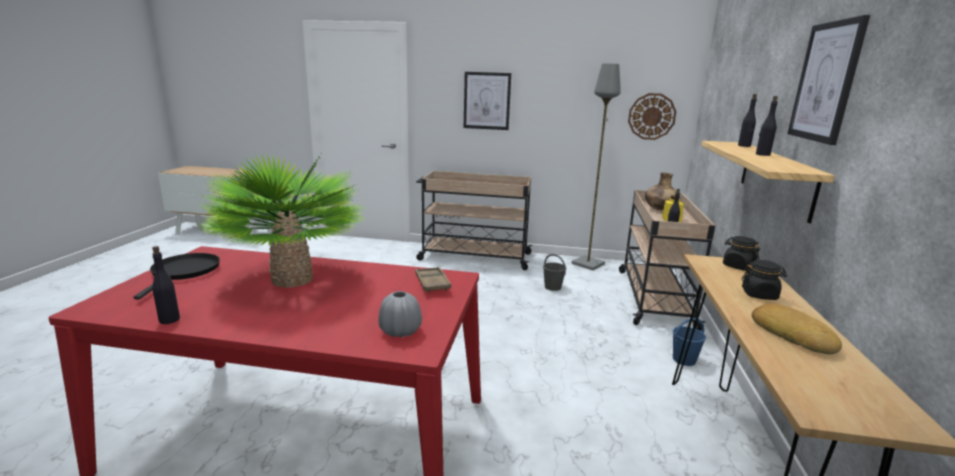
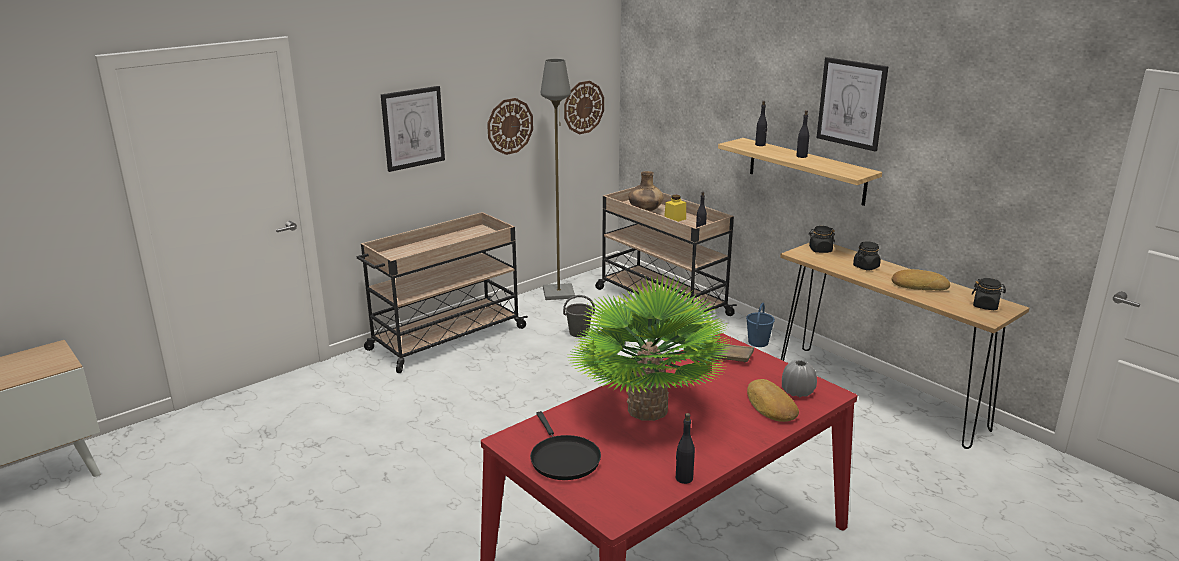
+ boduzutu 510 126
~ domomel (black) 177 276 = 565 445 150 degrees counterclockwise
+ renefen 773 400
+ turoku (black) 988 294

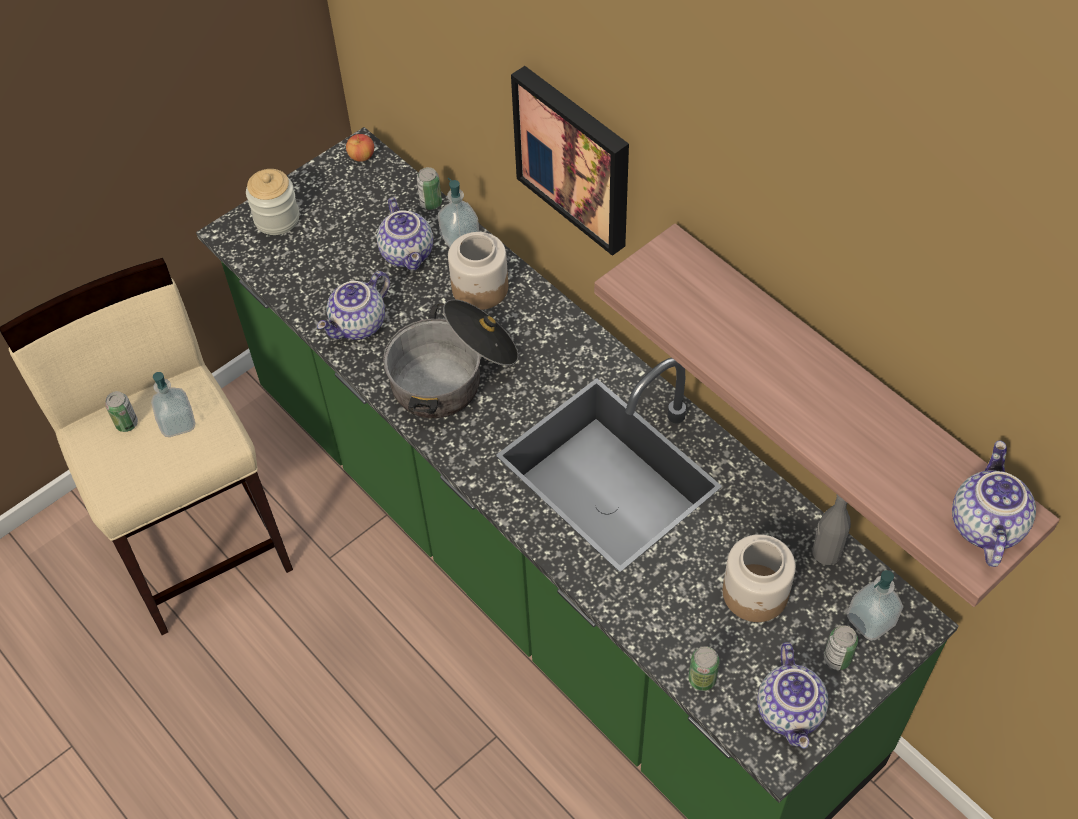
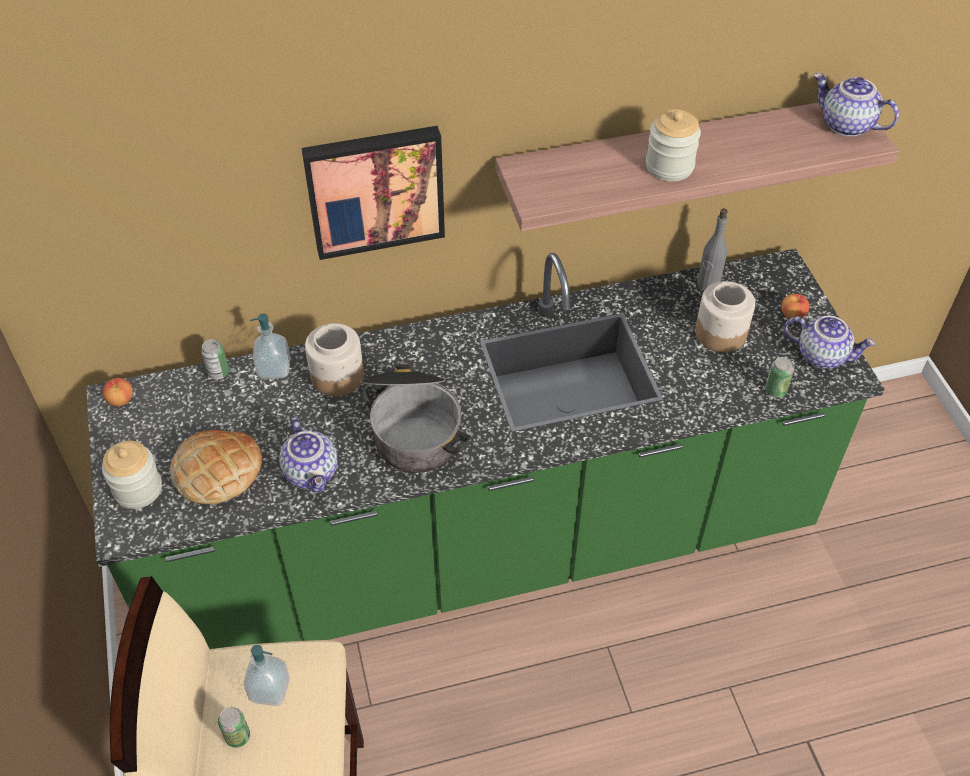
+ renefen 216 467
+ turoku 673 145
~ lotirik 841 647 to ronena 795 306
- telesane 405 233
- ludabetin 875 605

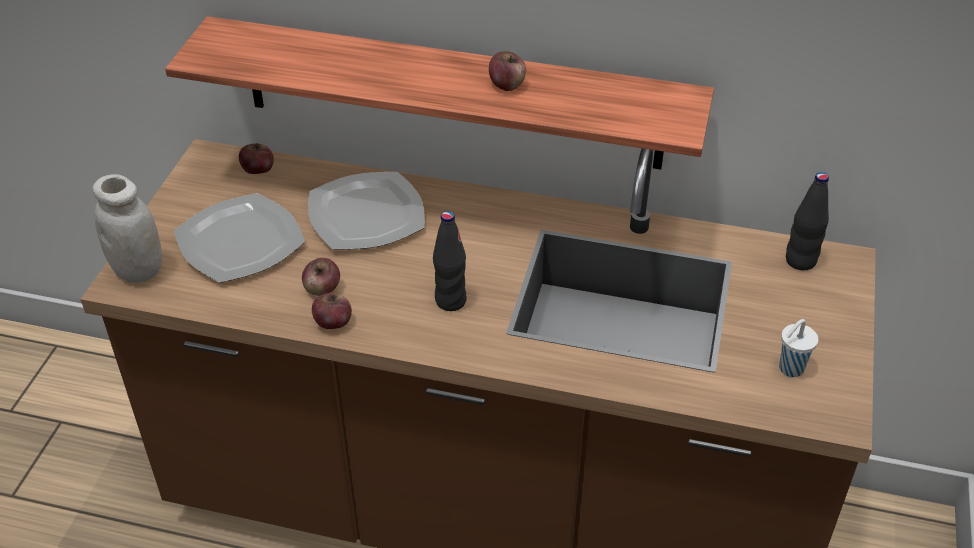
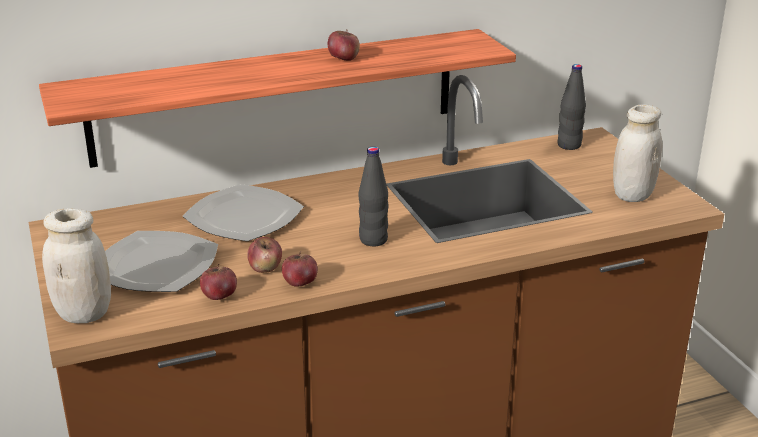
~ ronena 256 158 to 218 282
~ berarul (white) 798 348 to turoku (white) 637 153

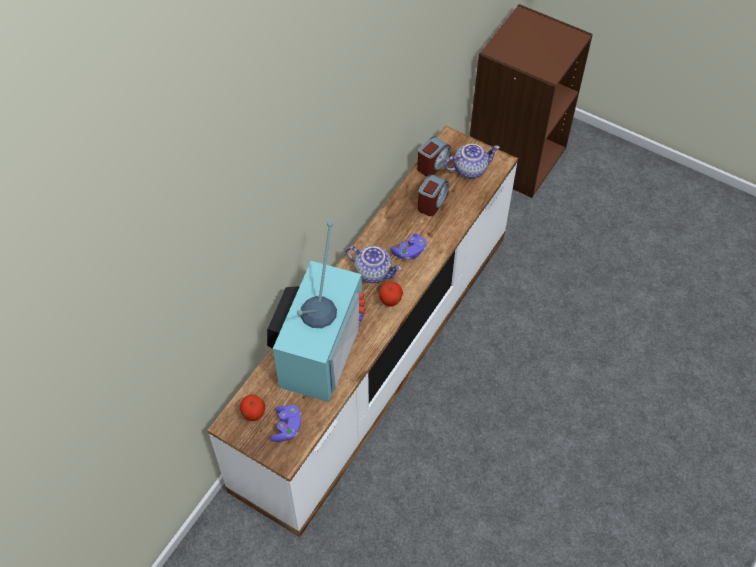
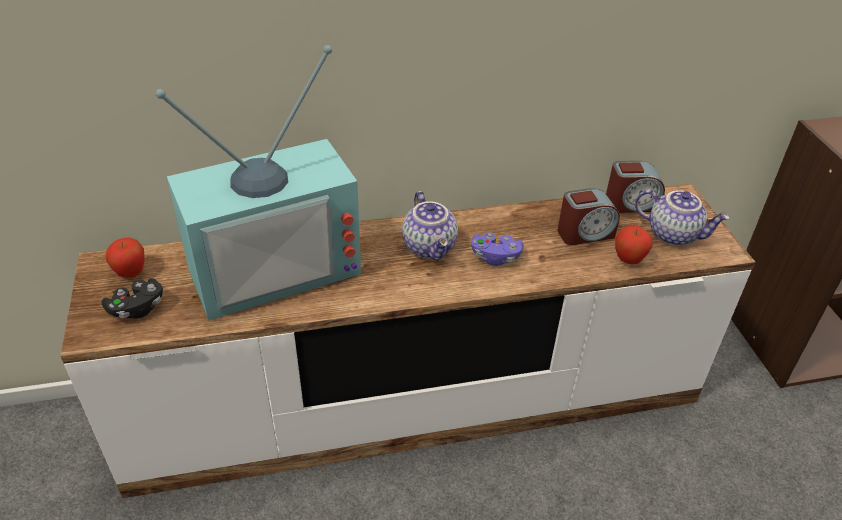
~ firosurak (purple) 285 423 to firosurak (black) 132 298
~ ronena 391 294 to 634 245

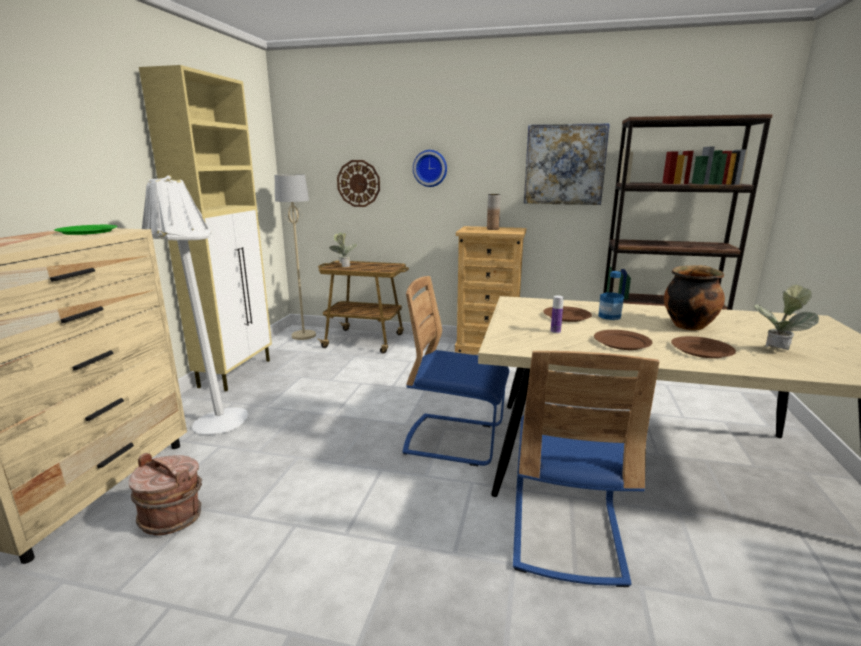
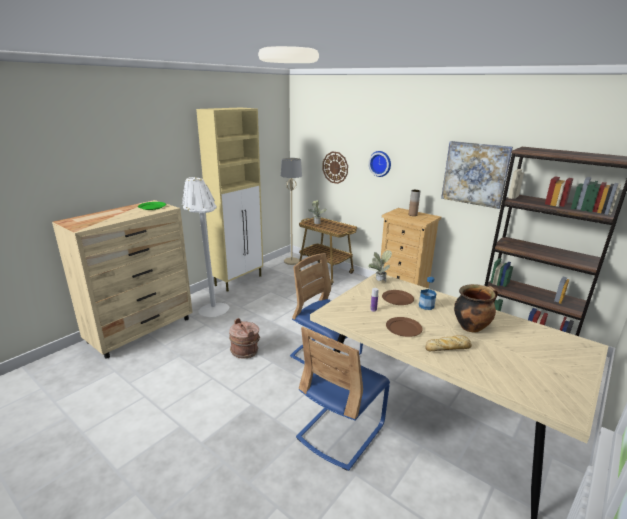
~ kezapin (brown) 165 494 to 244 338
~ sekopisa 786 317 to 380 266
~ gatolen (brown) 703 347 to renefen 448 343

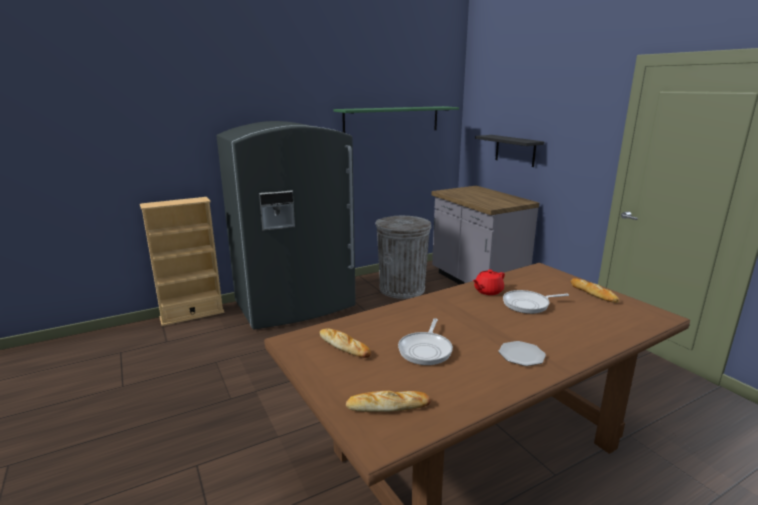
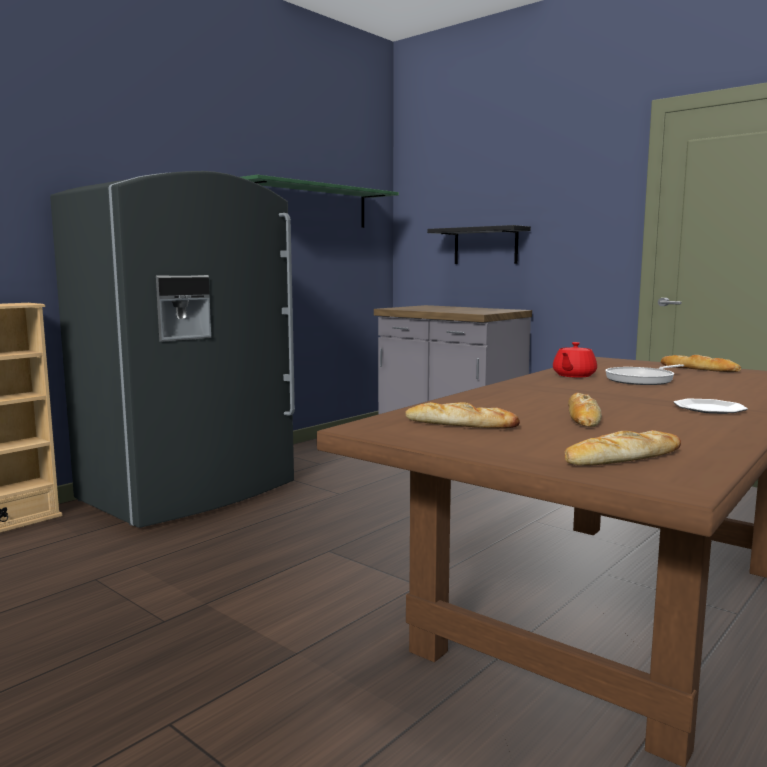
~ domomel 425 341 to renefen 585 410
- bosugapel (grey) 403 257

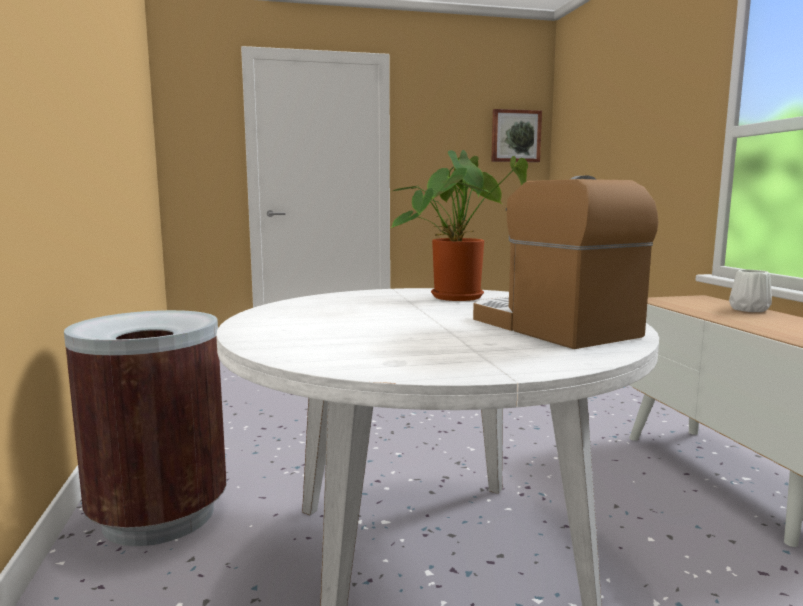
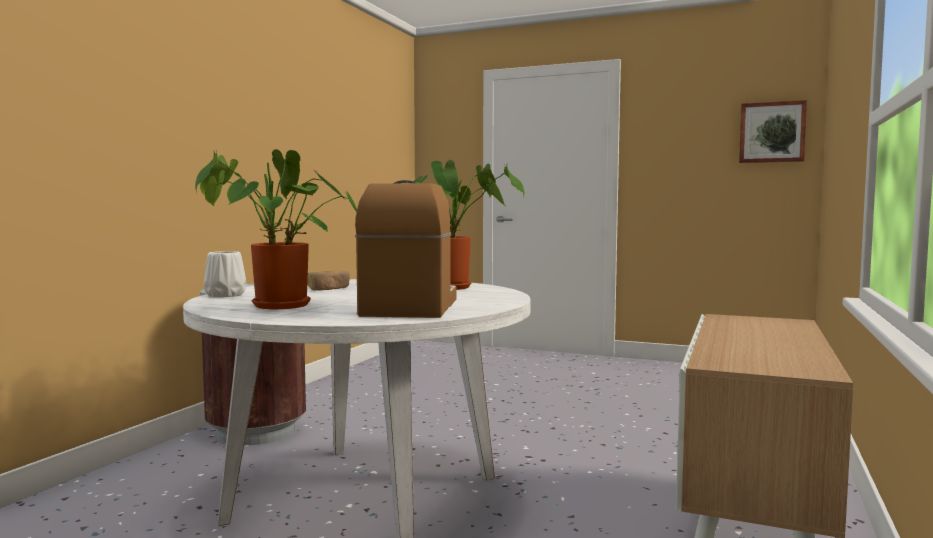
+ sekopisa 276 229
~ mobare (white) 750 291 to 225 274
+ renefen 328 280

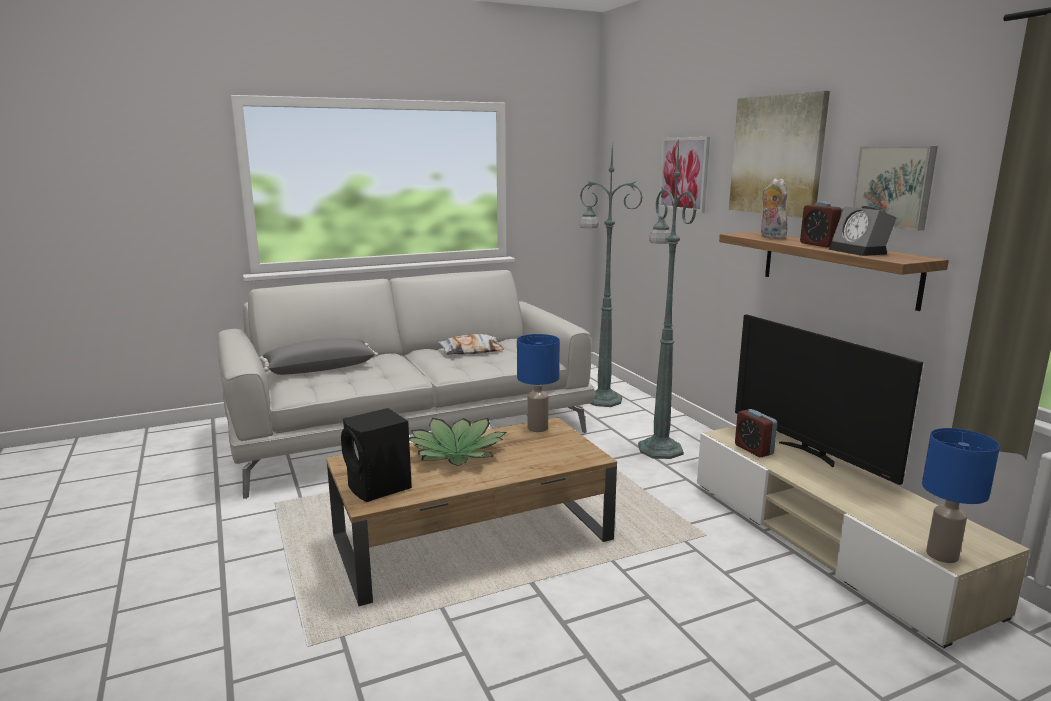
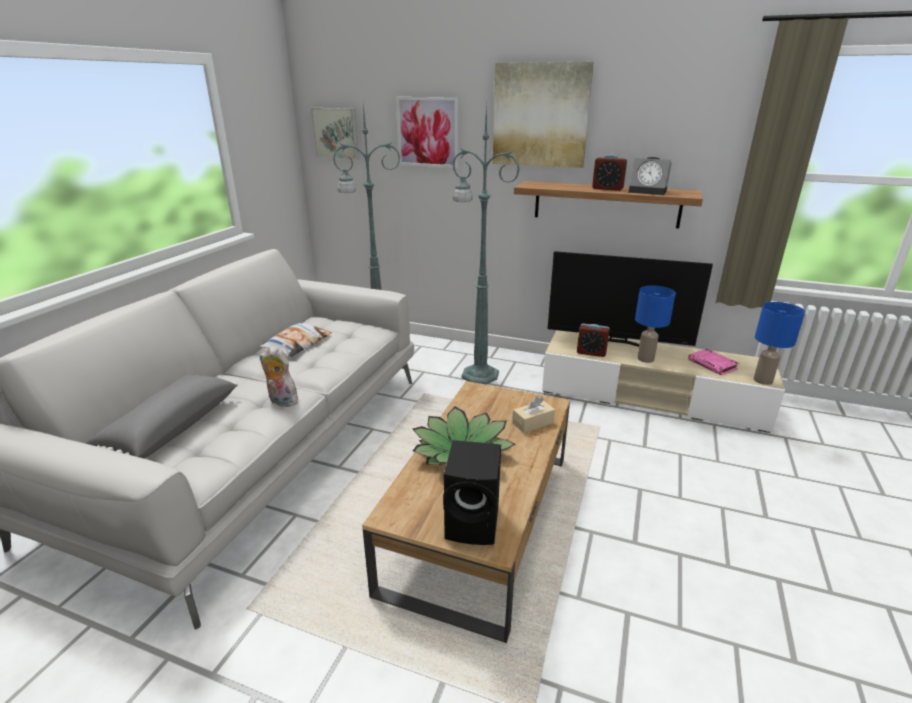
~ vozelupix 774 208 to 278 376
~ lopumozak 895 188 to 335 134
+ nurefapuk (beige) 533 414
~ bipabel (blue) 538 383 to 655 324
+ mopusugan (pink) 713 362

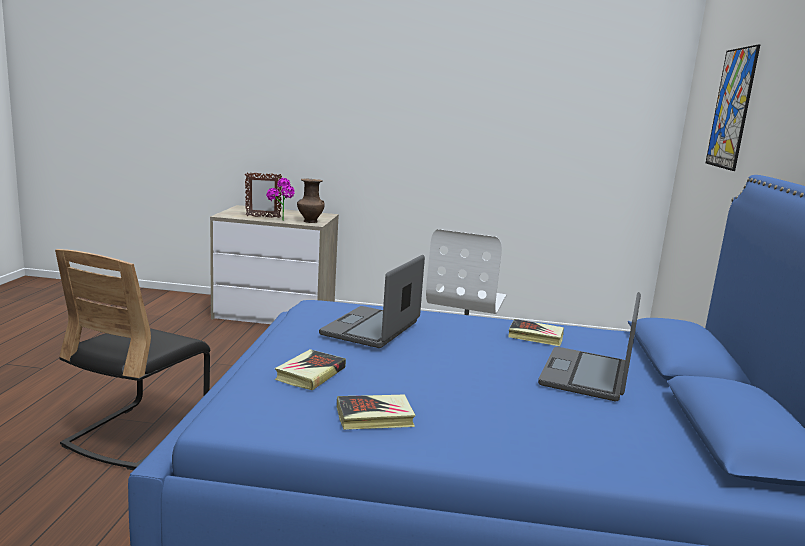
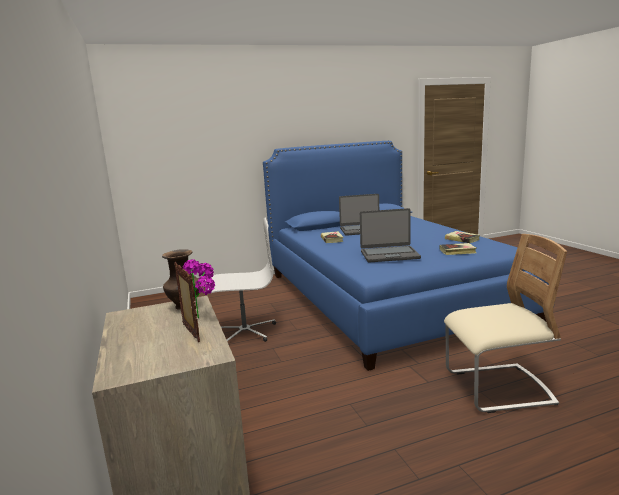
~ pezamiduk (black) 132 359 to pezamiduk (beige) 505 323
- lopumozak 733 108

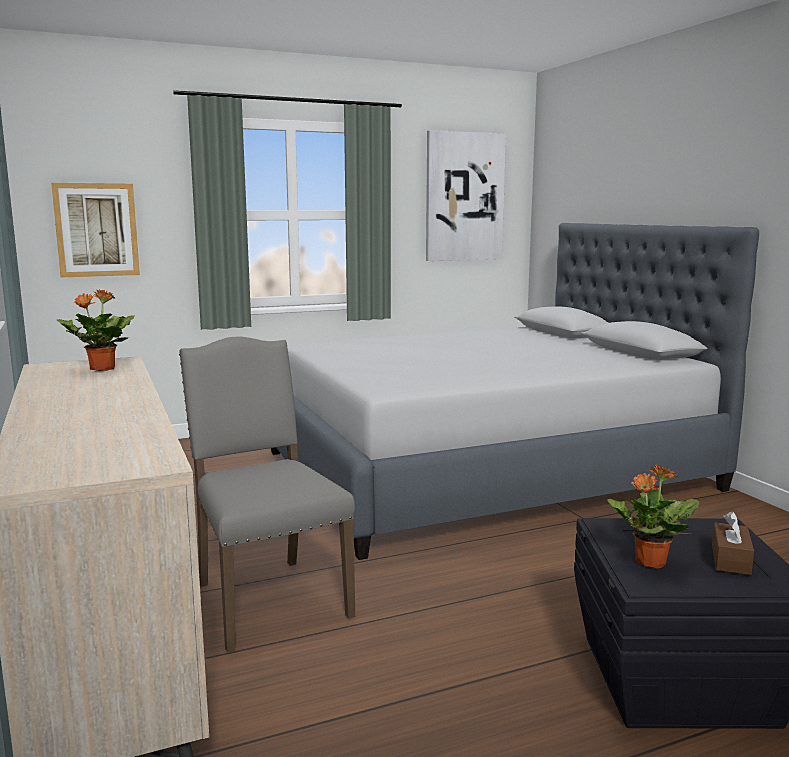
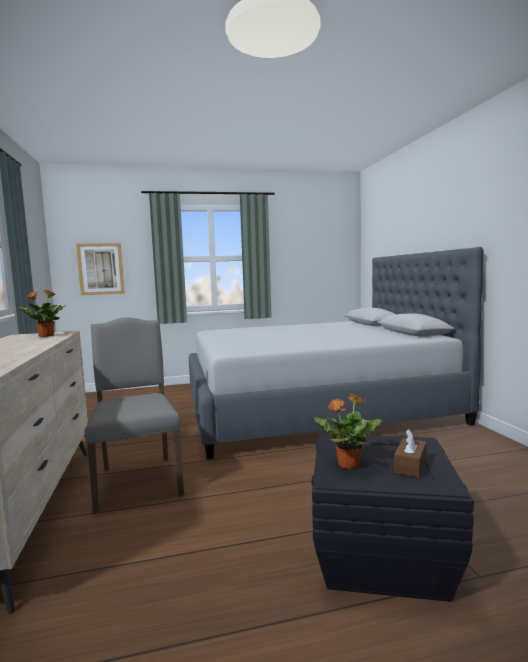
- lopumozak 466 195

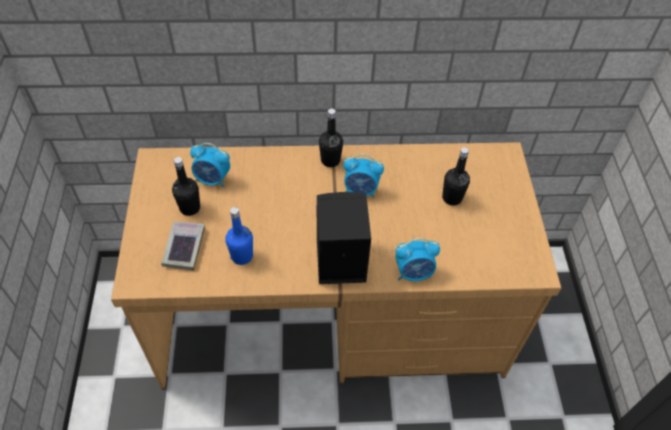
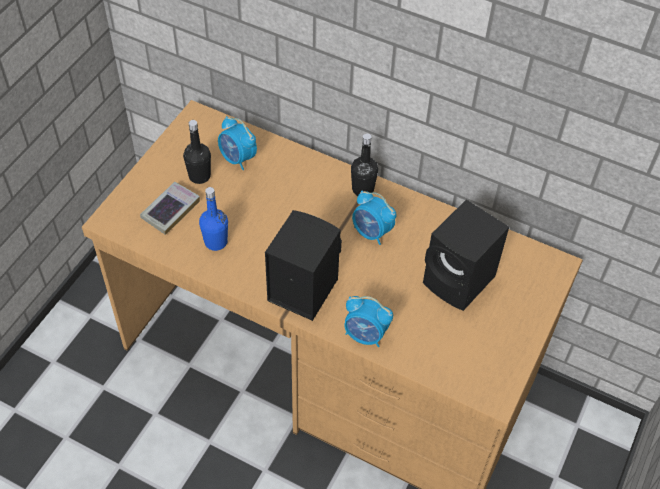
~ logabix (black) 456 176 to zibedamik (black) 466 255

